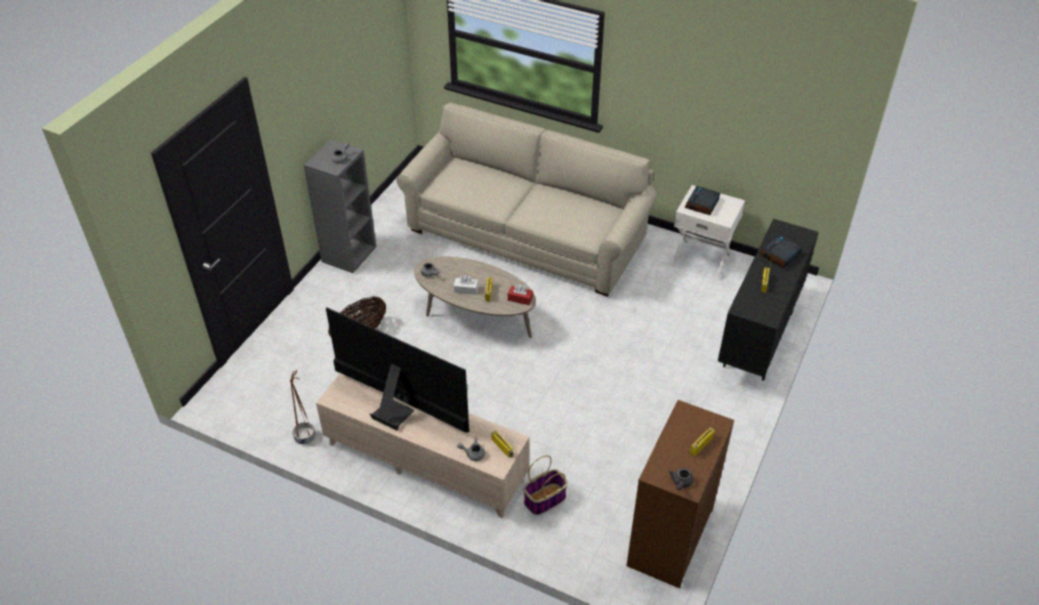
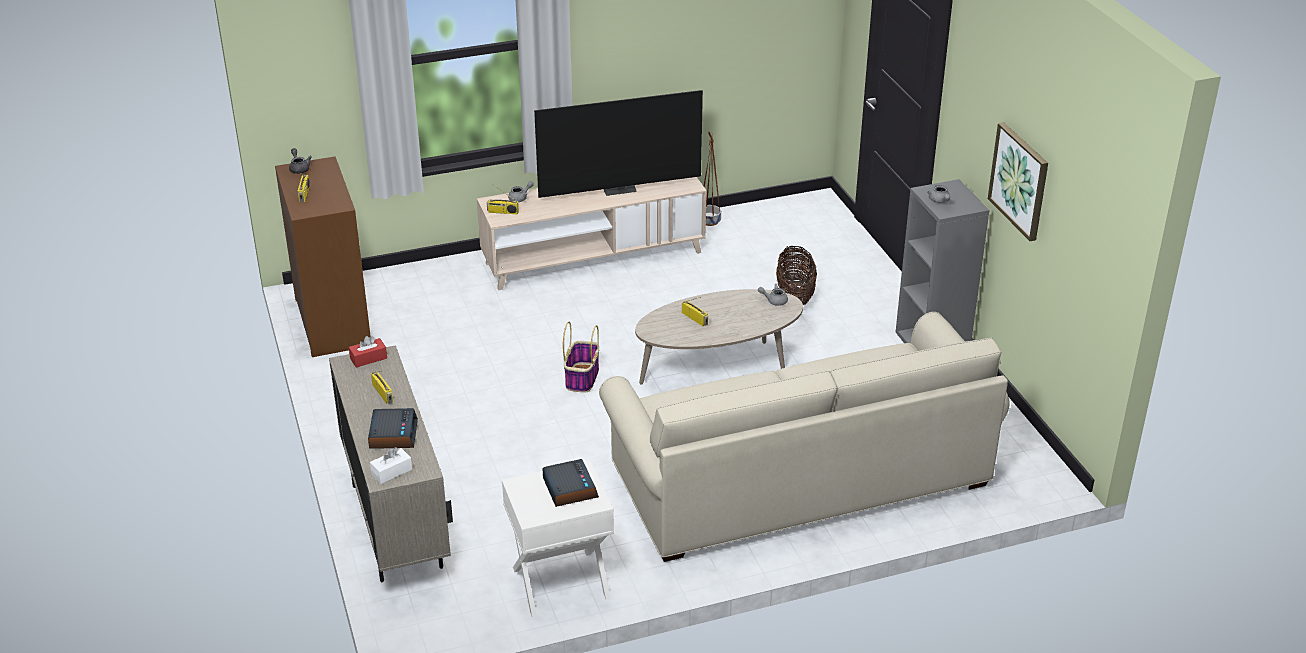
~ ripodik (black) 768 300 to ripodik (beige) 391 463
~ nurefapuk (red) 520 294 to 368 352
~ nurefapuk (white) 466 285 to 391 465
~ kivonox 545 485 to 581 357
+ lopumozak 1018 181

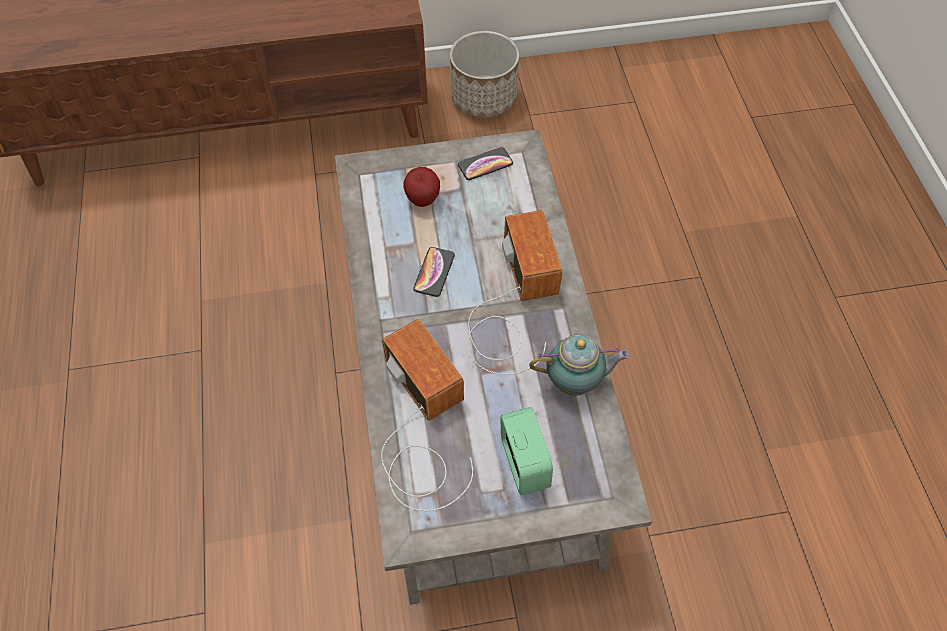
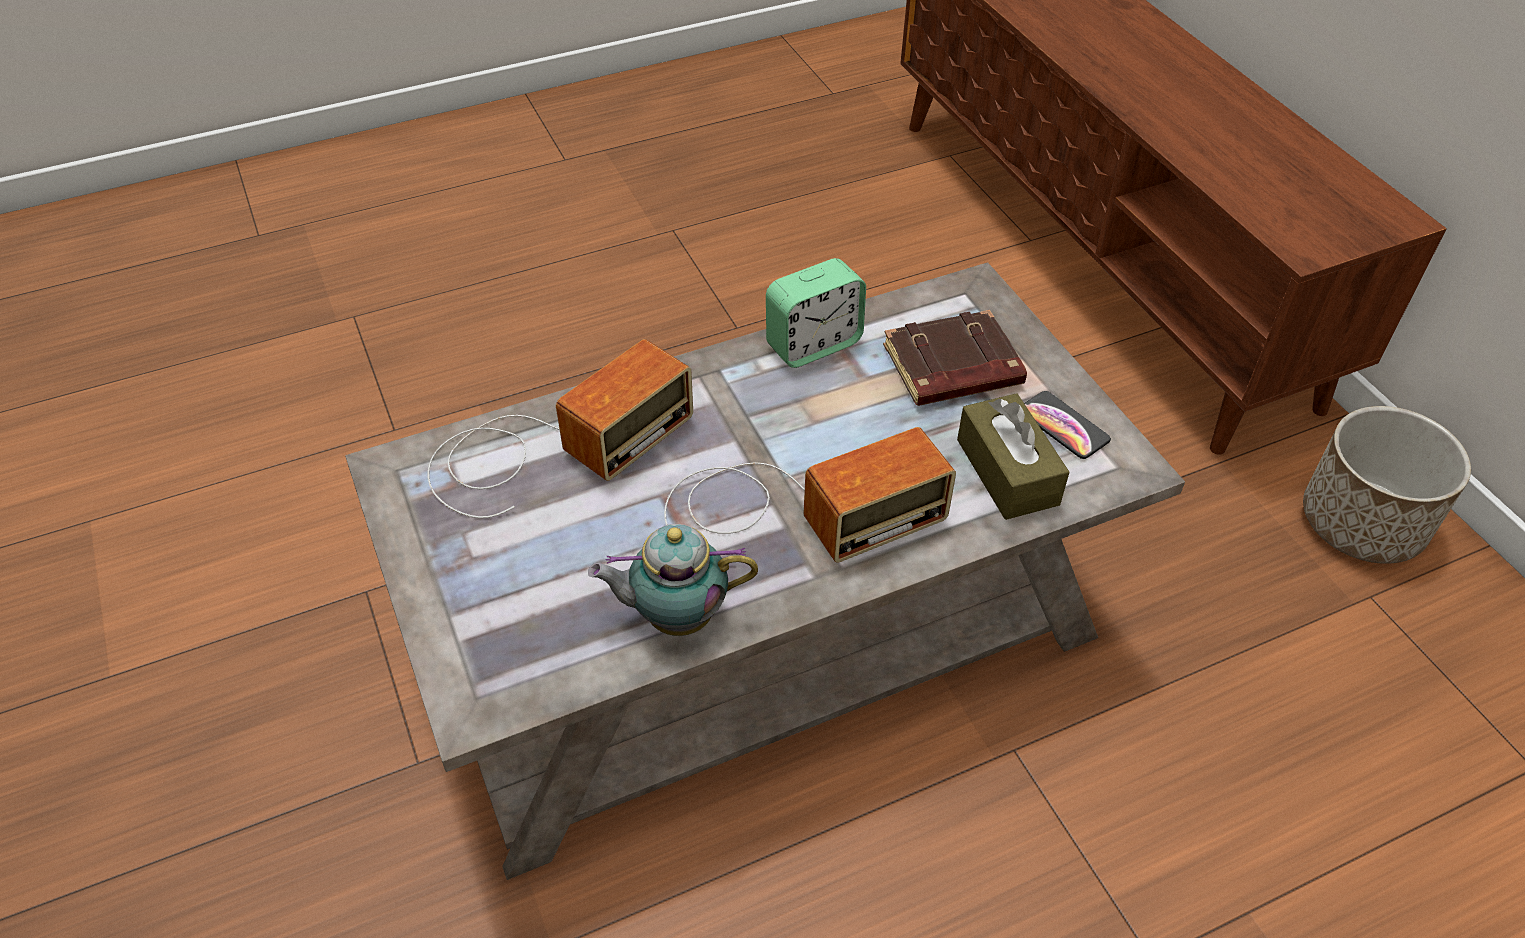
~ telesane 579 365 = 673 580 105 degrees clockwise
~ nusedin 526 451 to 816 313
~ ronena 421 187 to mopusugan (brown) 955 358
+ nurefapuk (brown) 1013 456
- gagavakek 434 272

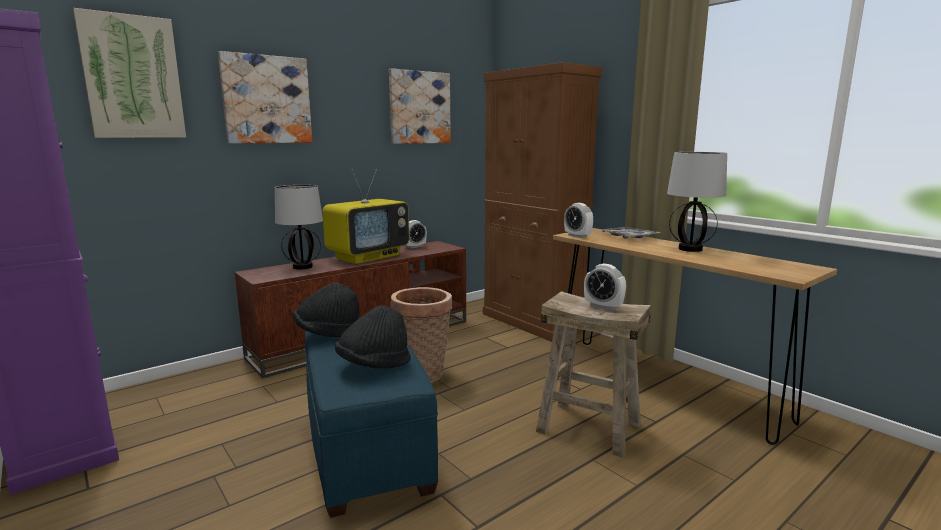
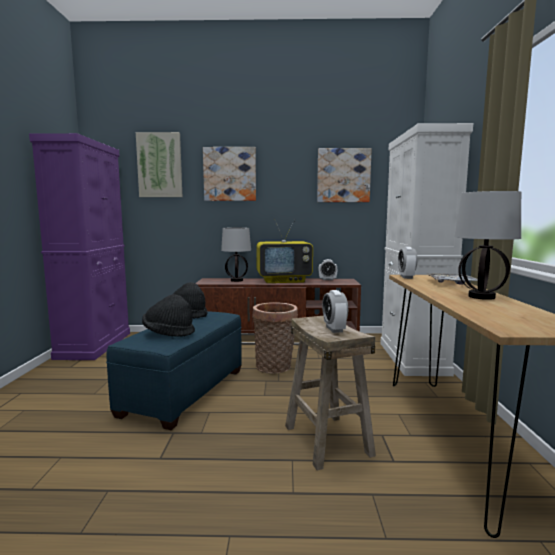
~ ripodik (brown) 542 202 to ripodik (white) 426 249

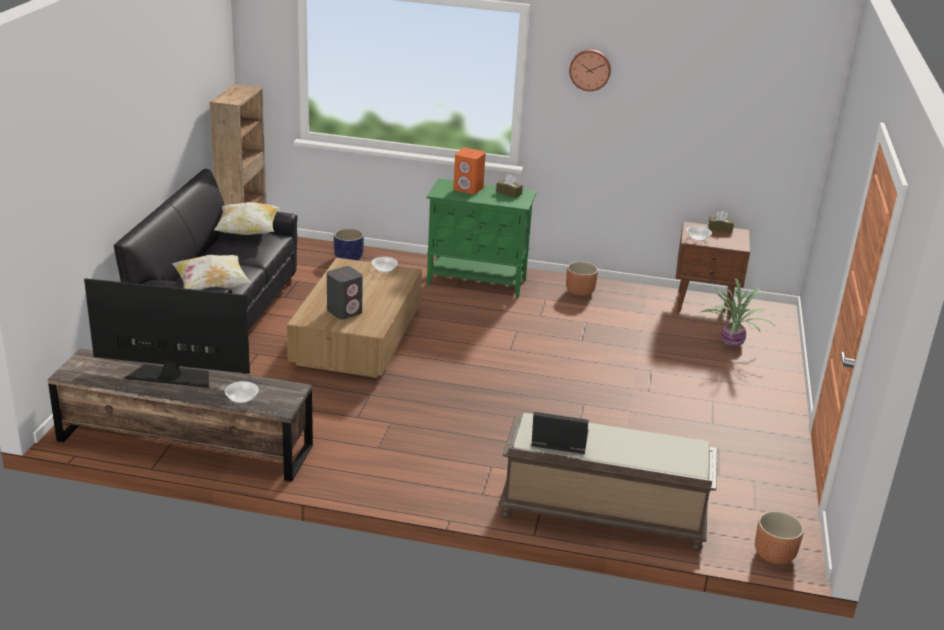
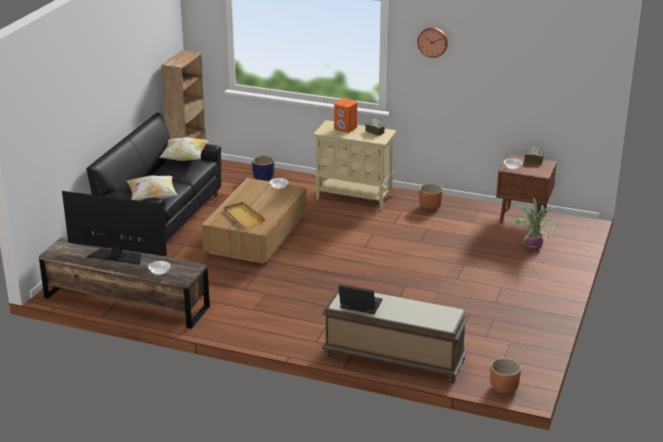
~ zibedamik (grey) 345 293 to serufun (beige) 244 214
~ ripodik (green) 482 238 to ripodik (beige) 355 165

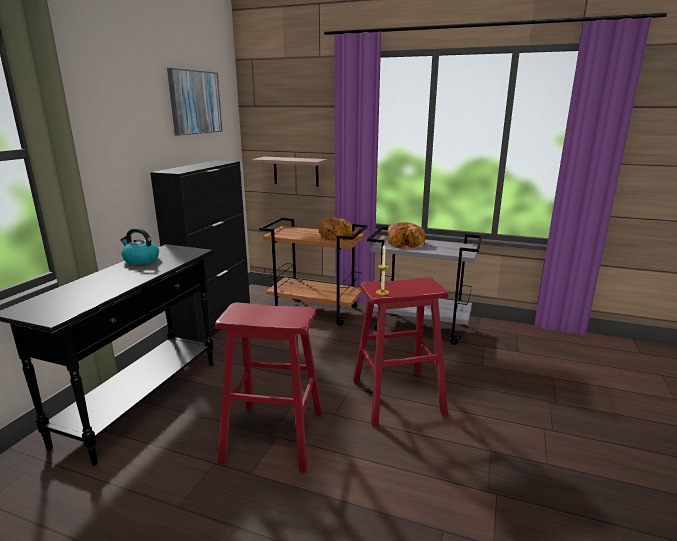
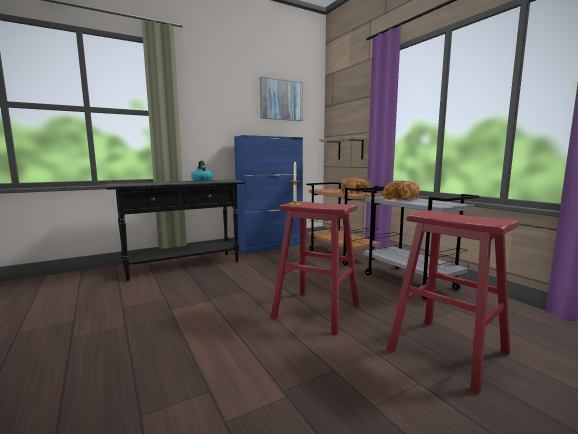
~ ripodik (black) 200 251 to ripodik (blue) 268 194
~ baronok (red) 269 388 to 453 302

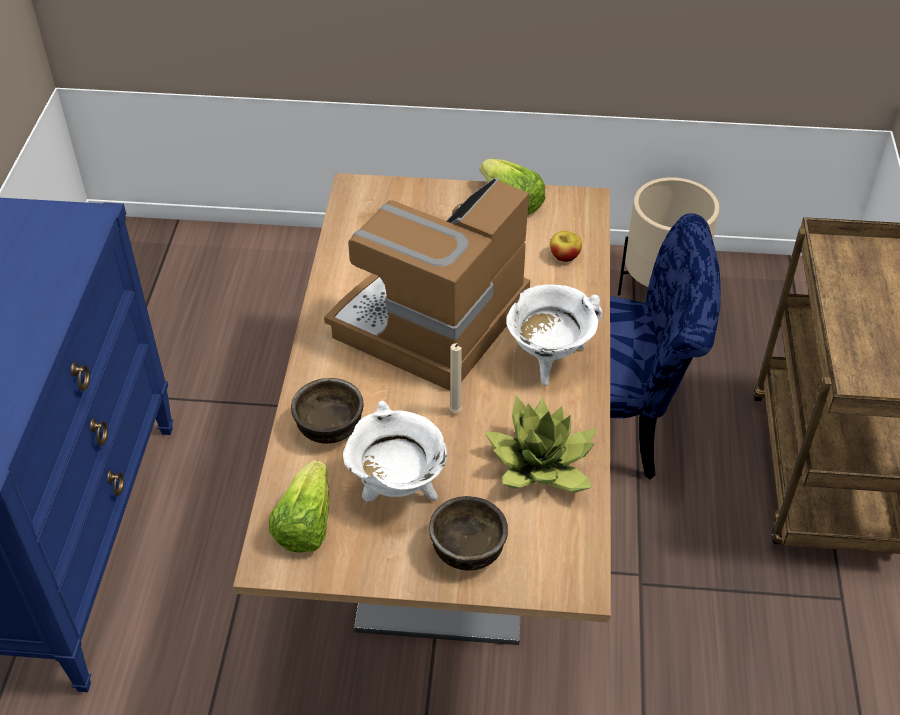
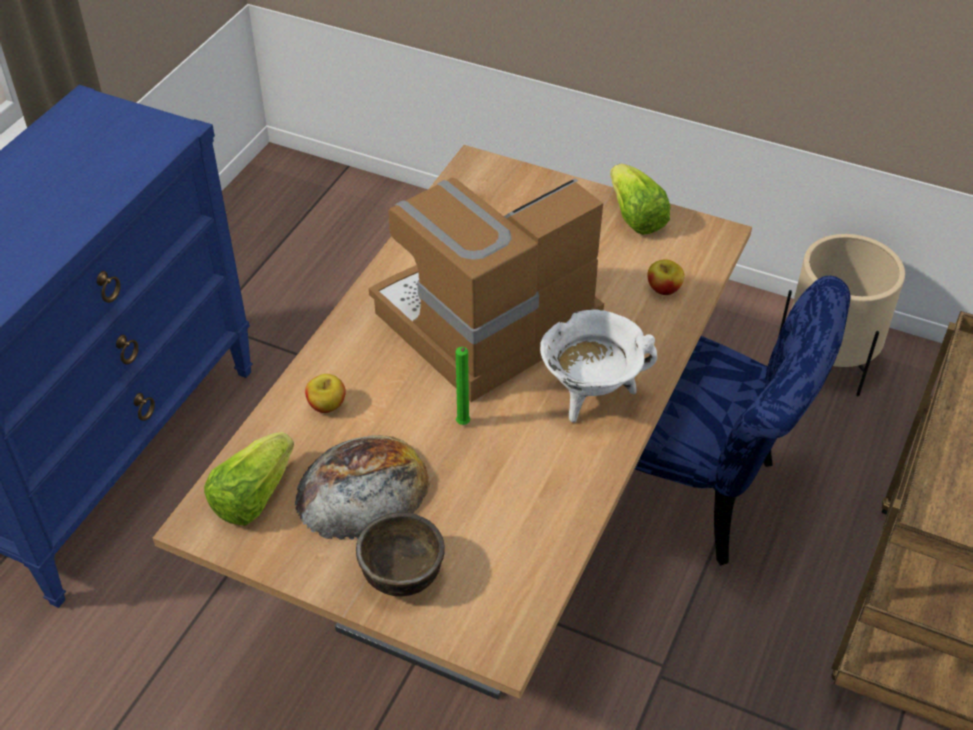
~ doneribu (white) 395 451 to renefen 362 487
~ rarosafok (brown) 327 411 to ronena 325 393
~ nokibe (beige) 455 378 to nokibe (green) 463 386
- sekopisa 541 444

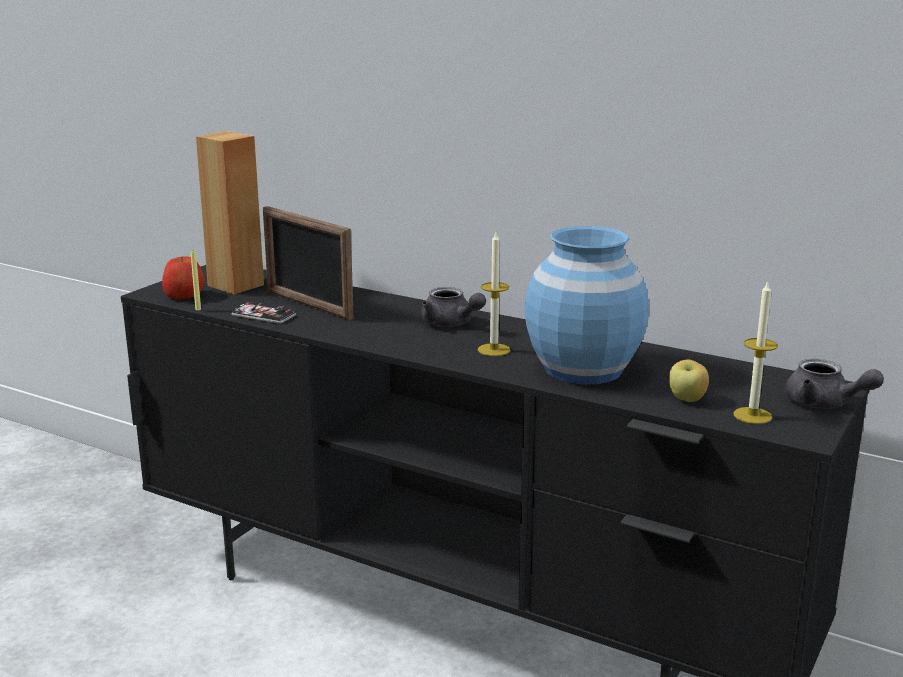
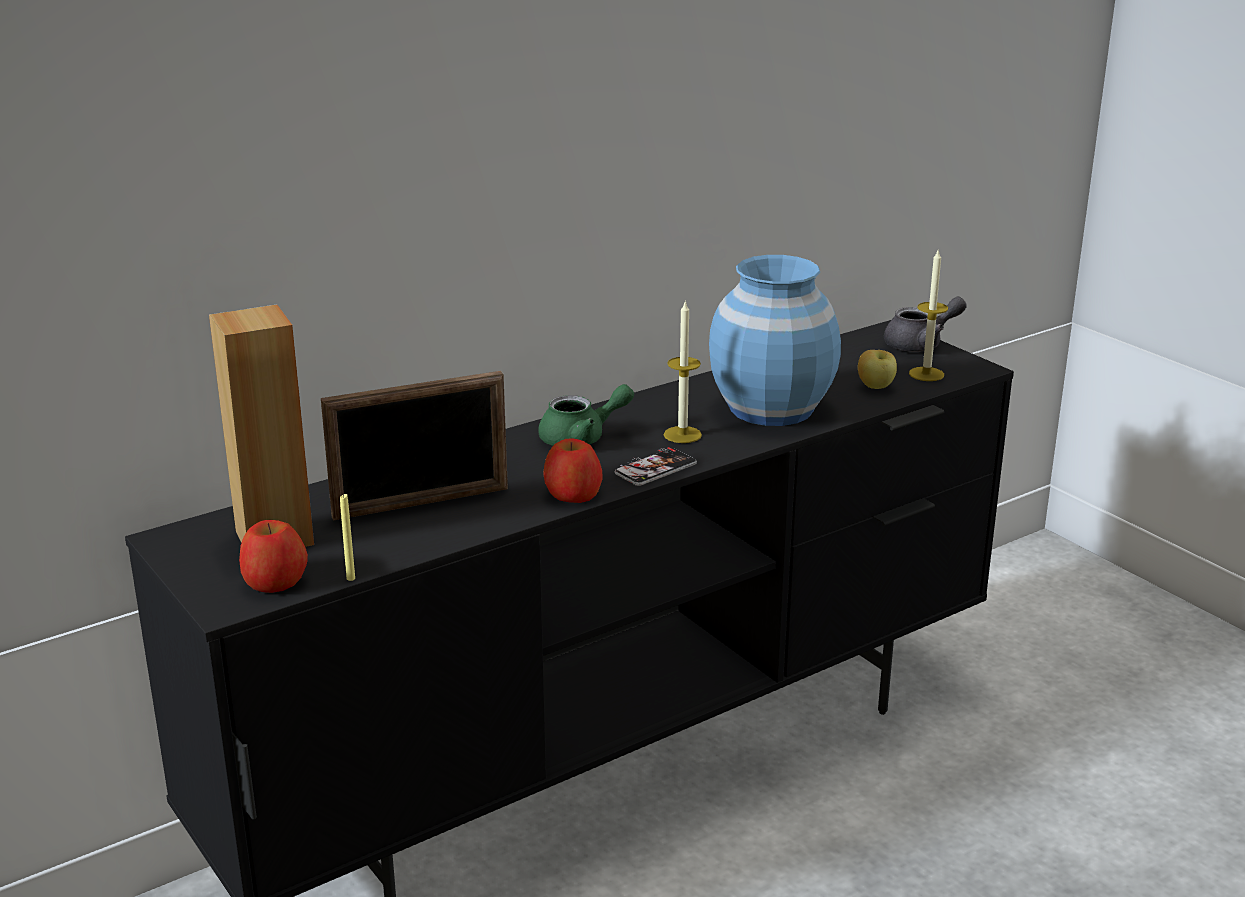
~ telesane (grey) 453 307 to telesane (green) 586 415
+ ronena 572 470
~ gagavakek 264 313 to 656 466

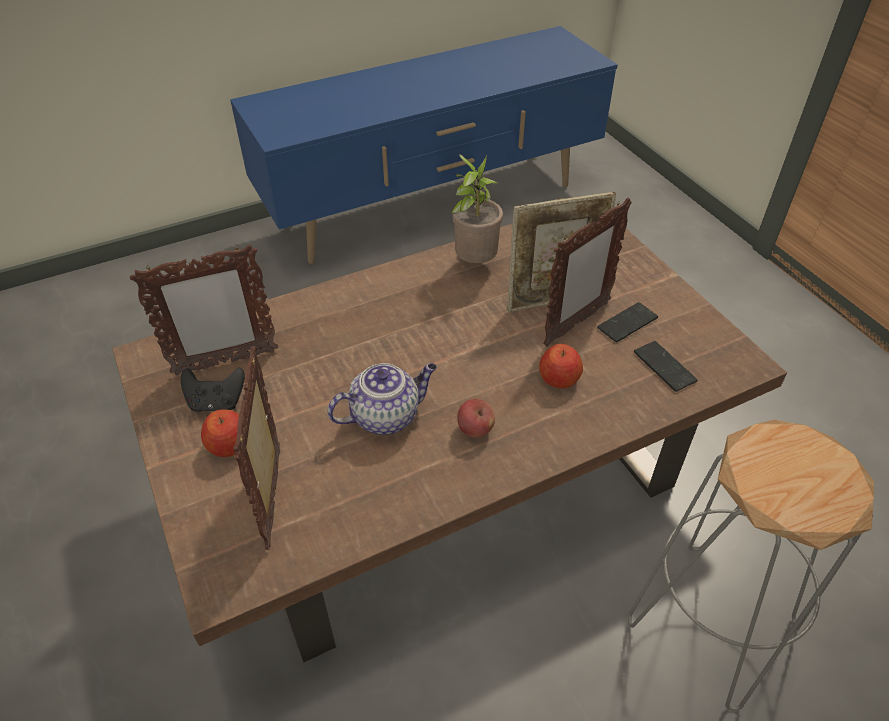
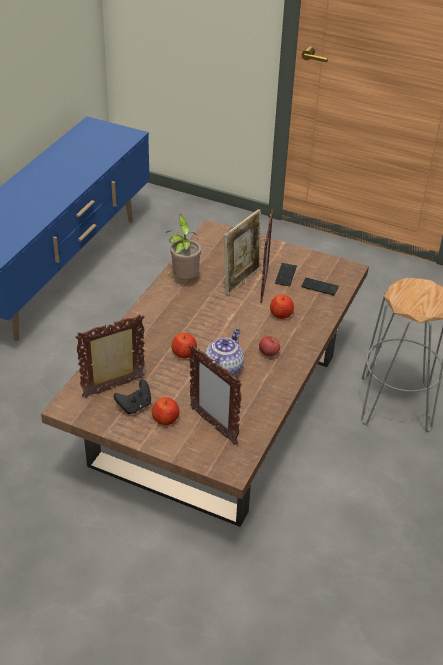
~ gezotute 204 310 = 110 356 150 degrees counterclockwise
+ ronena 184 346

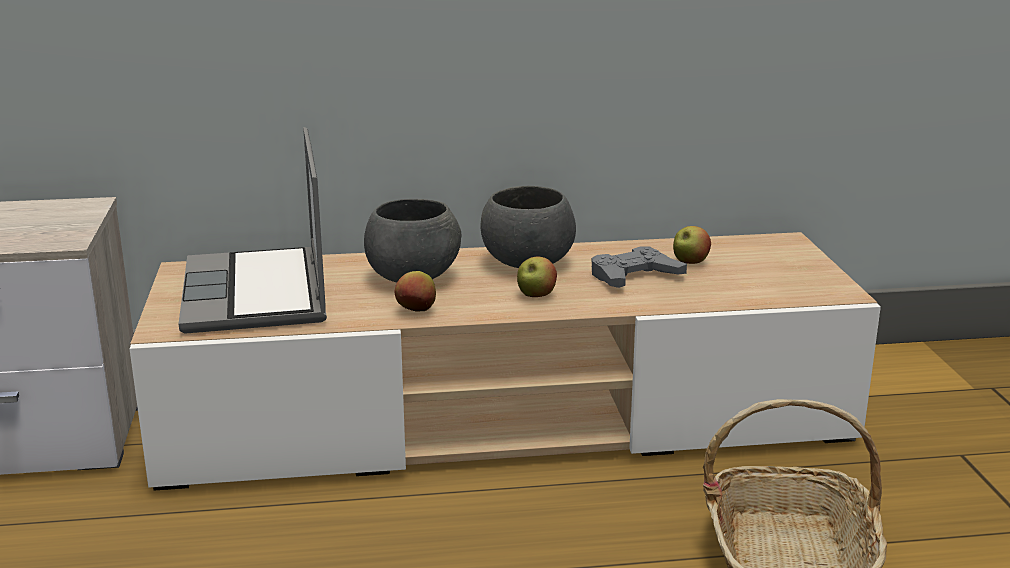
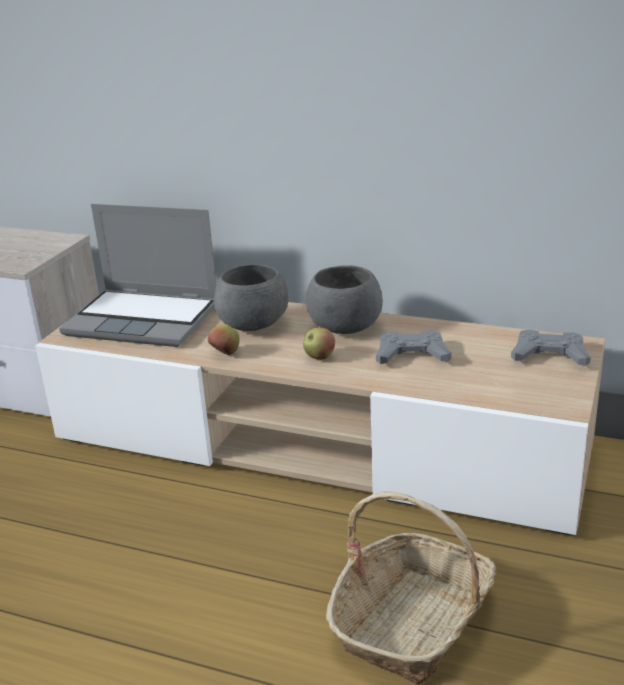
~ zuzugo 252 230 = 137 275 90 degrees counterclockwise
+ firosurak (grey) 551 348
- ronena 692 245

